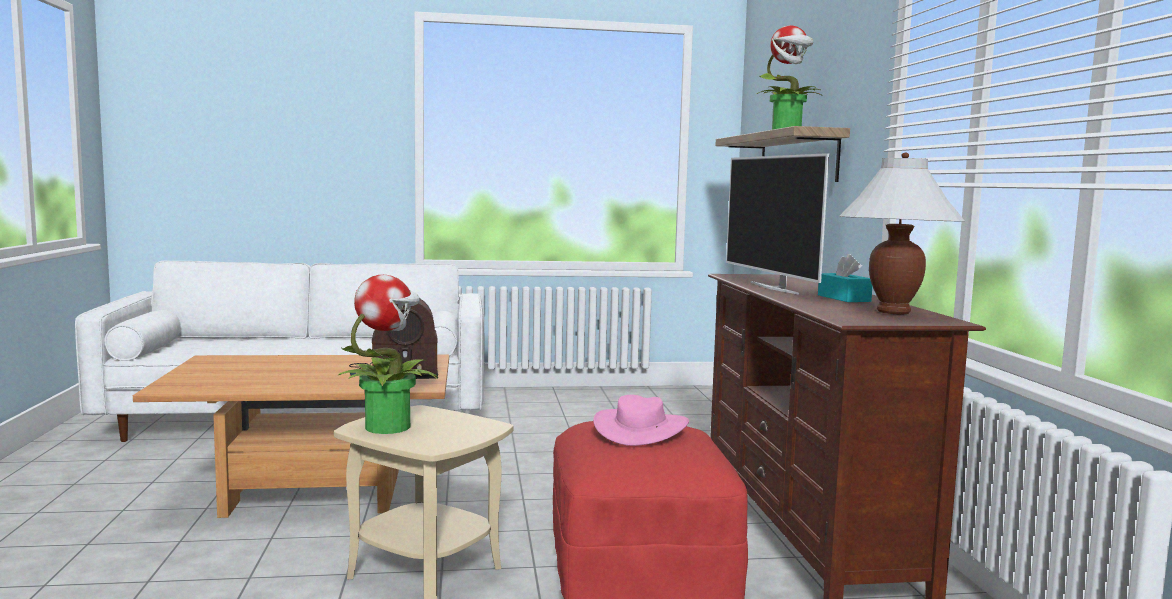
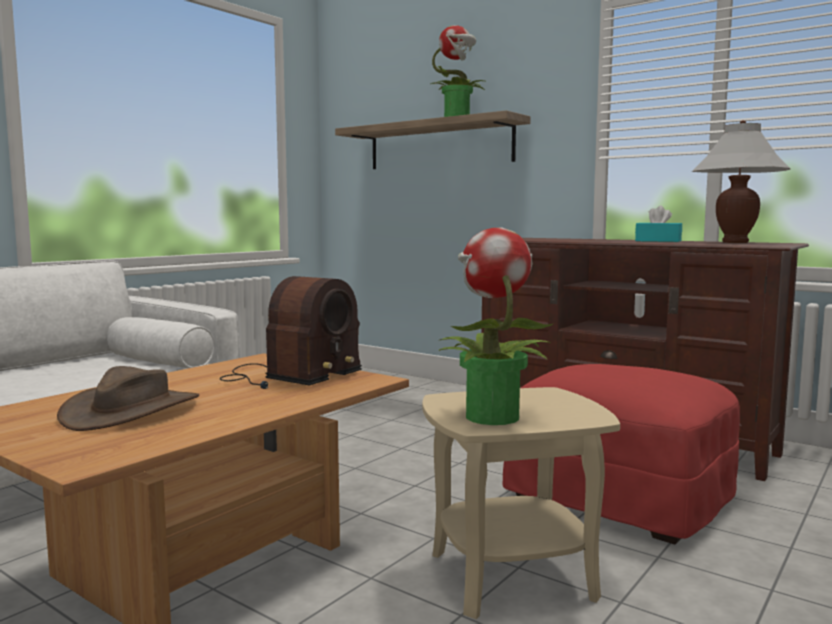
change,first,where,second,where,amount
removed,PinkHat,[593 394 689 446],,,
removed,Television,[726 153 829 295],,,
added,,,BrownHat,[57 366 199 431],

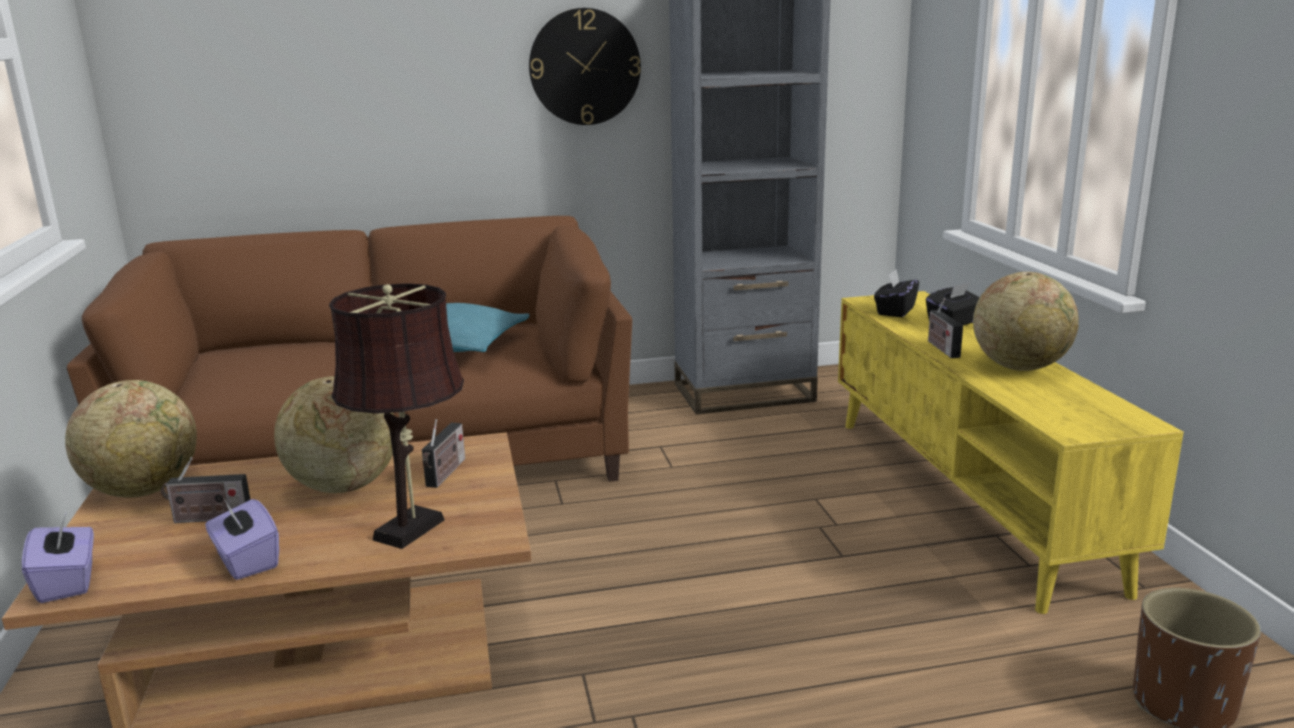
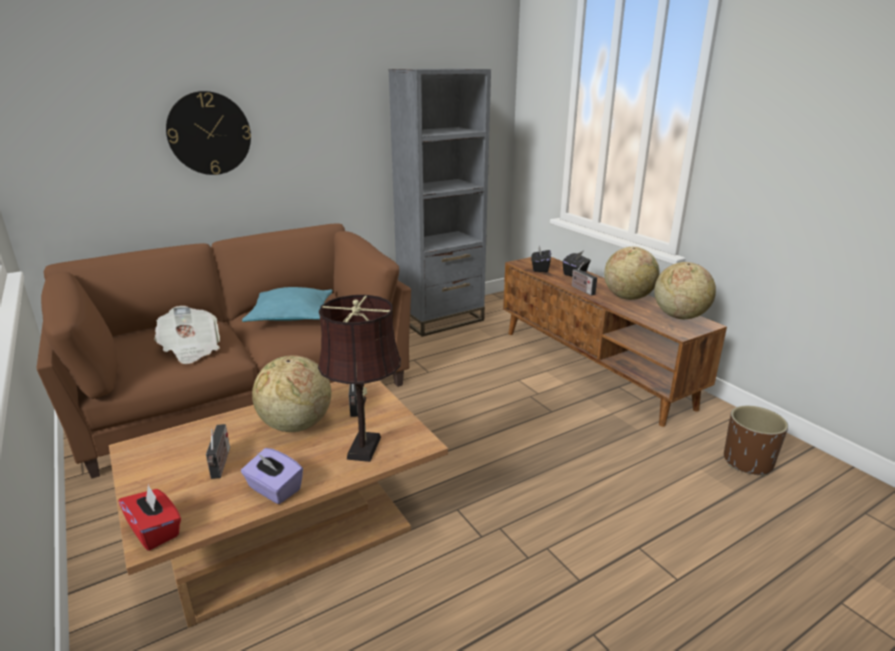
change,first,where,second,where,amount
added,,,Newspaper,[154 306 220 364],
moved,Globe,[65 380 197 498],,[654 262 716 319],
moved,WallClock,[529 8 641 125],,[166 91 251 175],
recoloured,PurpleTissueBox,[22 514 94 603],RedTissueBox,[119 484 181 551],
recoloured,YellowTvStand,[838 291 1184 614],BrownTvStand,[503 257 727 427],
turned,Radio,[161 457 250 523],,[206 424 230 479],75 degrees counterclockwise

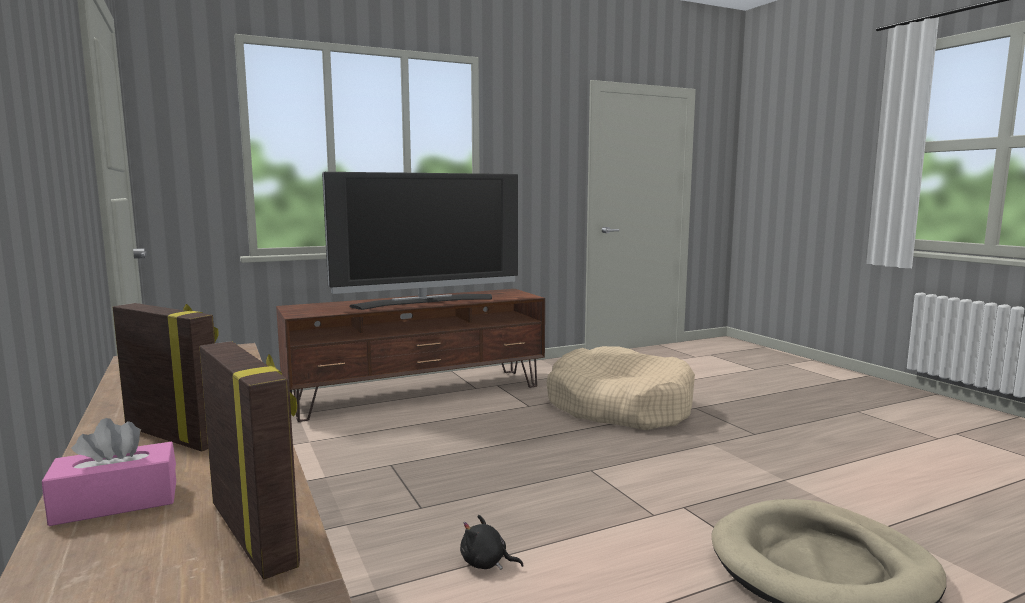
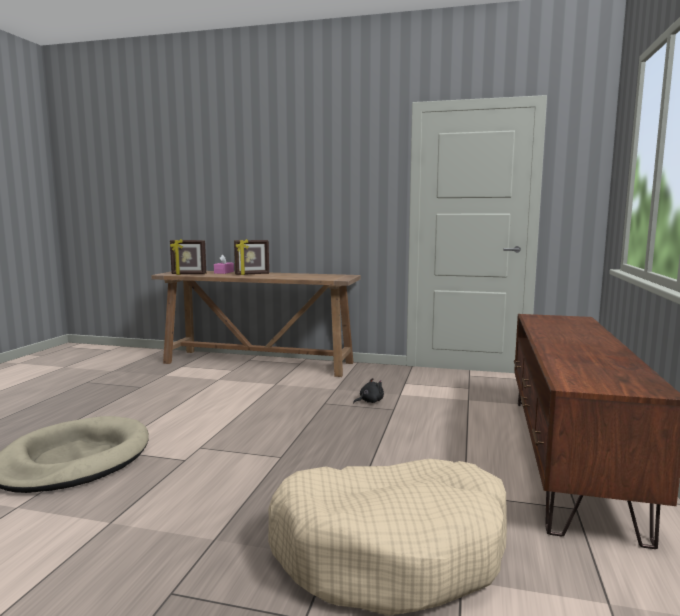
change,first,where,second,where,amount
removed,Television,[322 172 518 310],,,
moved,BlackPlushToy,[460 515 524 570],,[353 378 384 403],

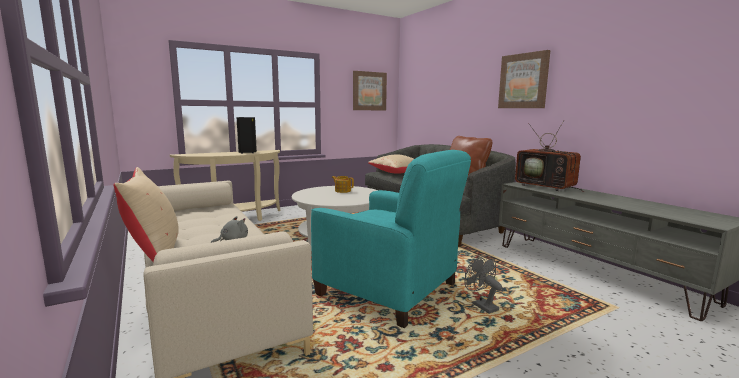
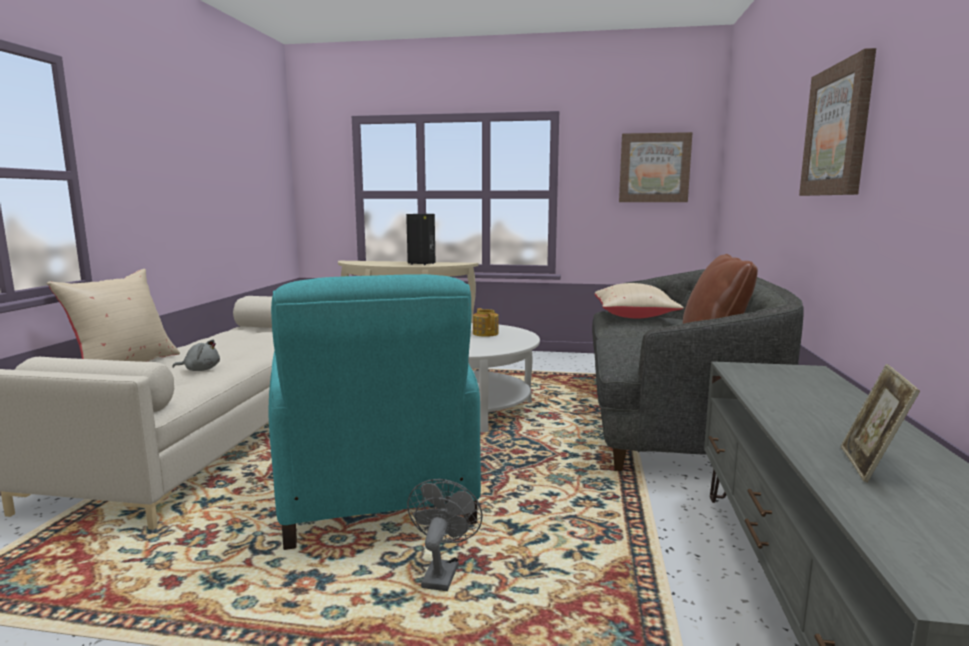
change,first,where,second,where,amount
removed,Television,[515 121 584 192],,,
added,,,PictureFrame,[841 364 920 482],

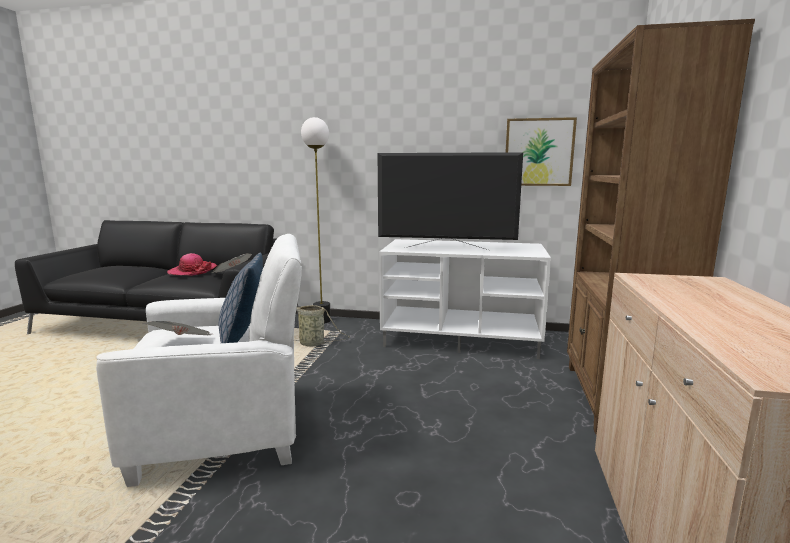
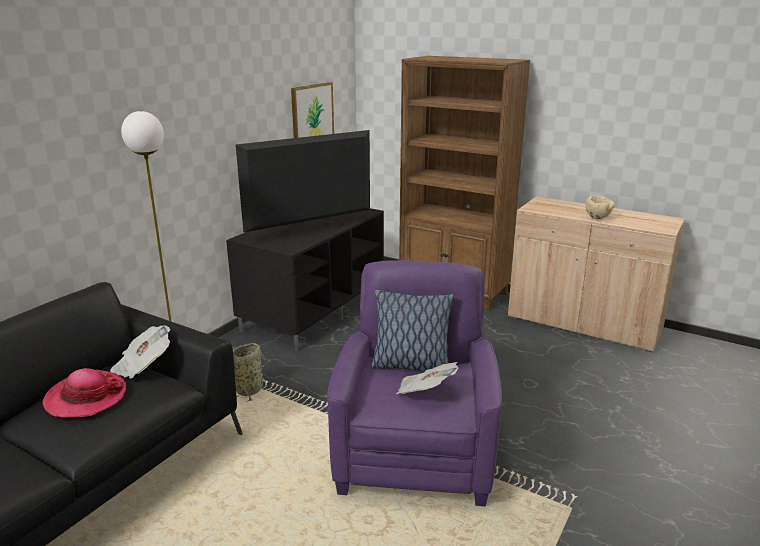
change,first,where,second,where,amount
added,,,BeigeBowl,[586 195 615 219],
recoloured,WhiteArmchair,[96 234 302 487],PurpleArmchair,[327 260 502 506],
recoloured,WhiteTvStand,[379 239 551 359],BlackTvStand,[226 208 384 351],
turned,Television,[378 152 523 250],,[236 130 370 238],150 degrees counterclockwise

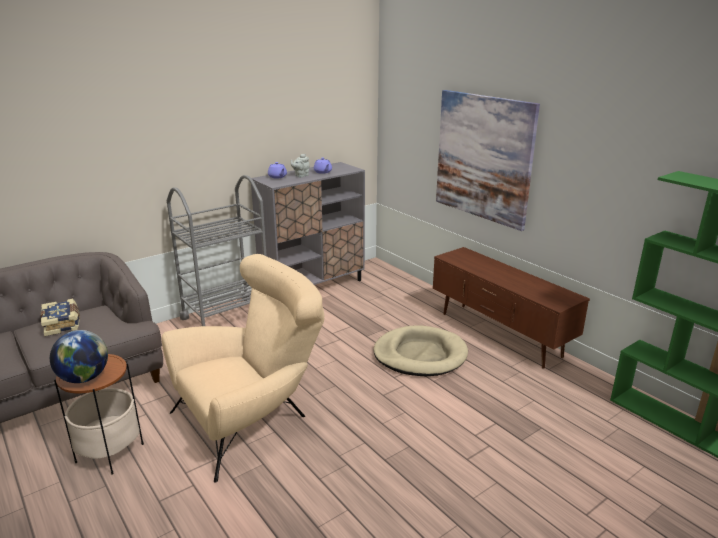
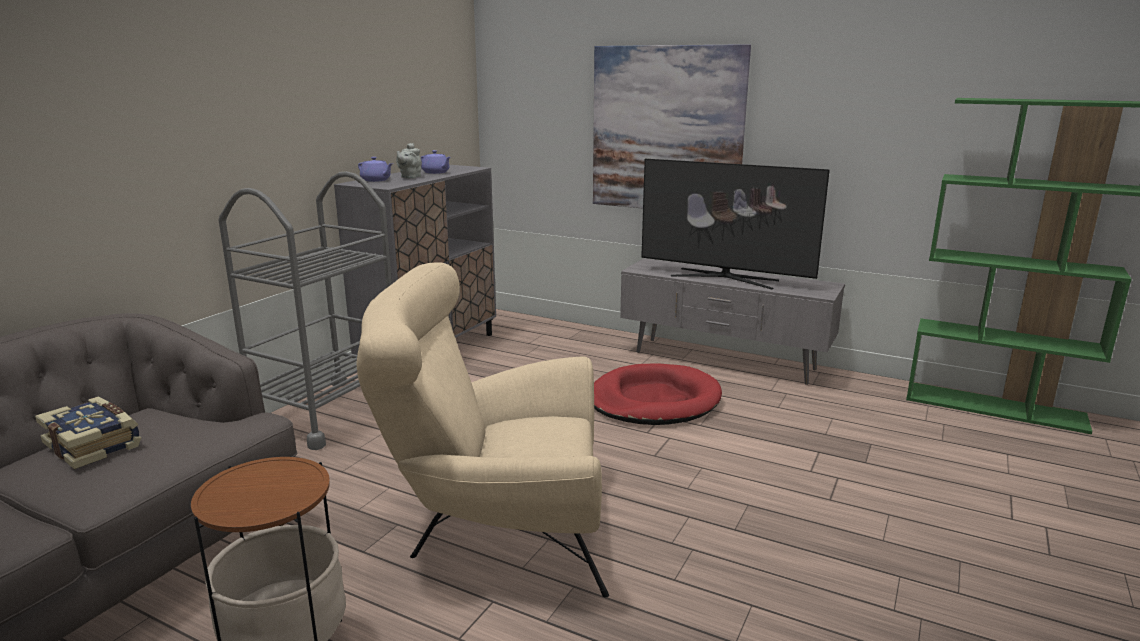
change,first,where,second,where,amount
removed,Globe,[50 330 108 383],,,
added,,,Television,[641 159 830 290],
recoloured,BeigeDogBed,[373 325 468 376],RedDogBed,[594 363 722 425],
recoloured,BrownTvStand,[433 247 590 369],GreyTvStand,[620 258 845 385],
turned,BeigeArmchair,[162 254 324 482],,[357 262 609 598],120 degrees counterclockwise

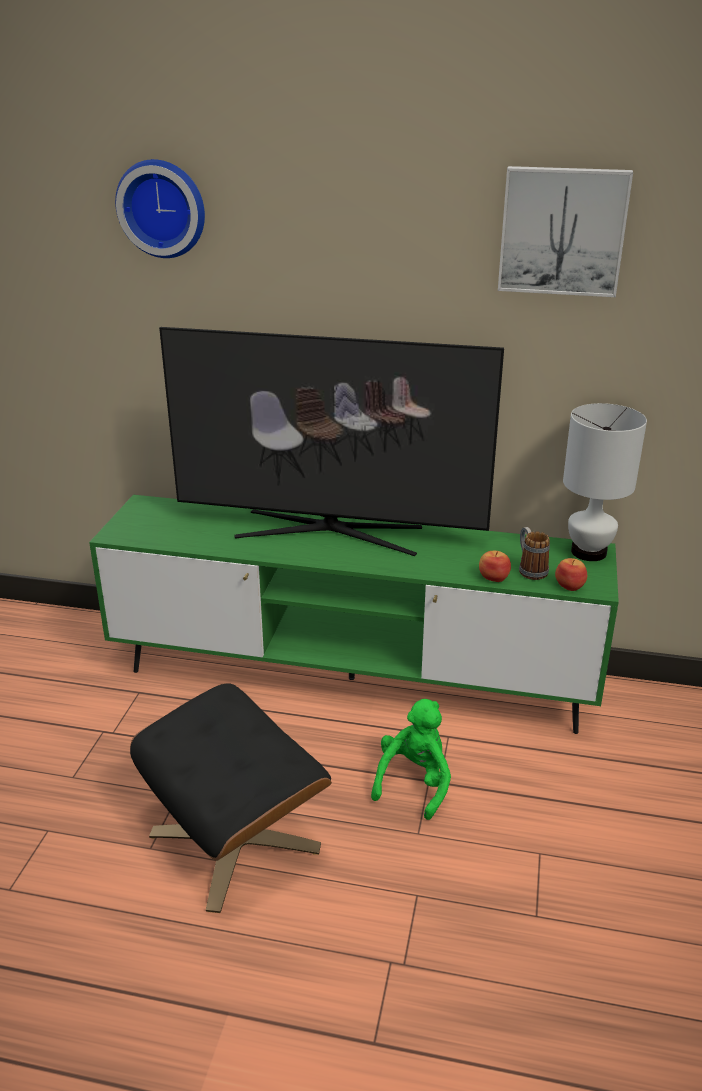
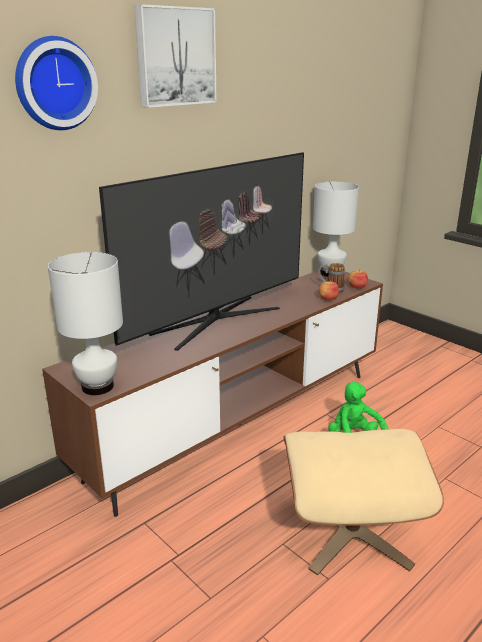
change,first,where,second,where,amount
added,,,WhiteTableLamp,[48 252 123 395],
moved,Picture,[498 166 633 297],,[134 4 217 108],
recoloured,GreenTvStand,[89 495 619 734],BrownTvStand,[42 270 383 517],
recoloured,BlackOttoman,[130 683 332 913],BeigeOttoman,[284 429 444 575],

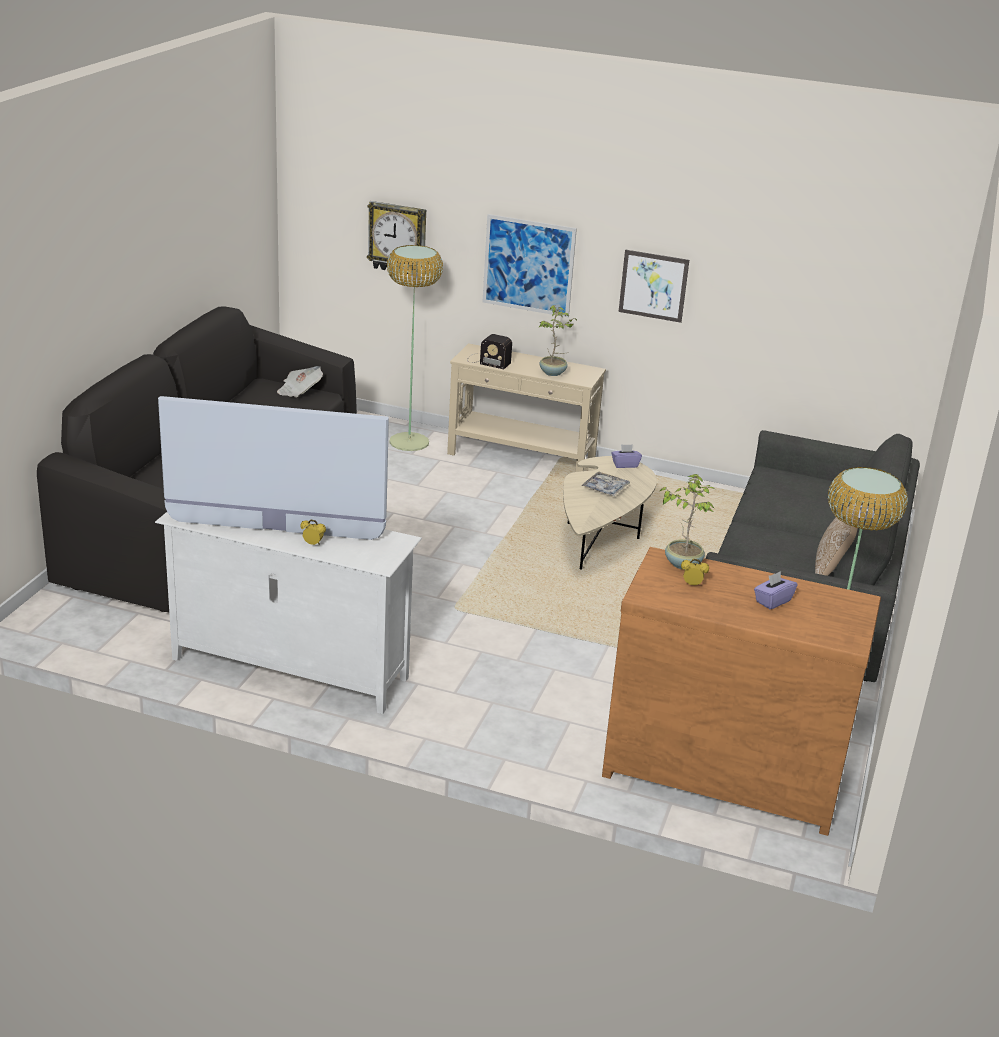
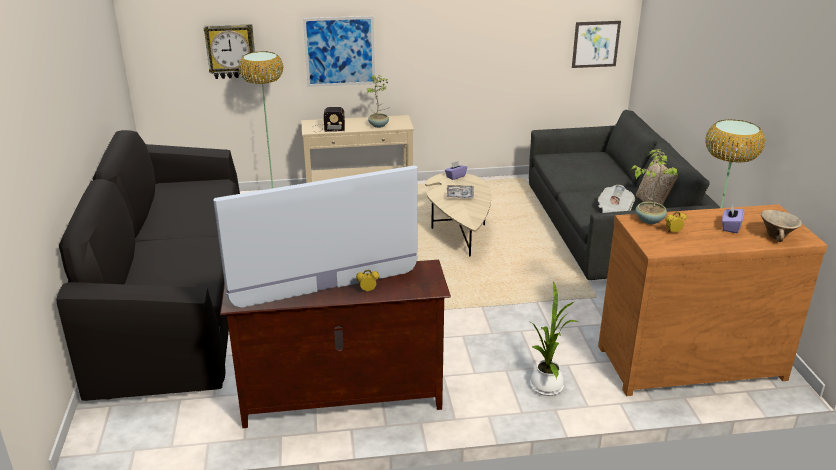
change,first,where,second,where,amount
added,,,PottedPlant,[530 281 578 396],
added,,,BeigeBowl,[761 210 802 242],
moved,Newspaper,[277 366 323 397],,[598 185 635 213],
moved,Picture,[619 250 689 323],,[572 21 621 68],
recoloured,WhiteTvStand,[155 512 422 714],BrownTvStand,[220 260 451 428],

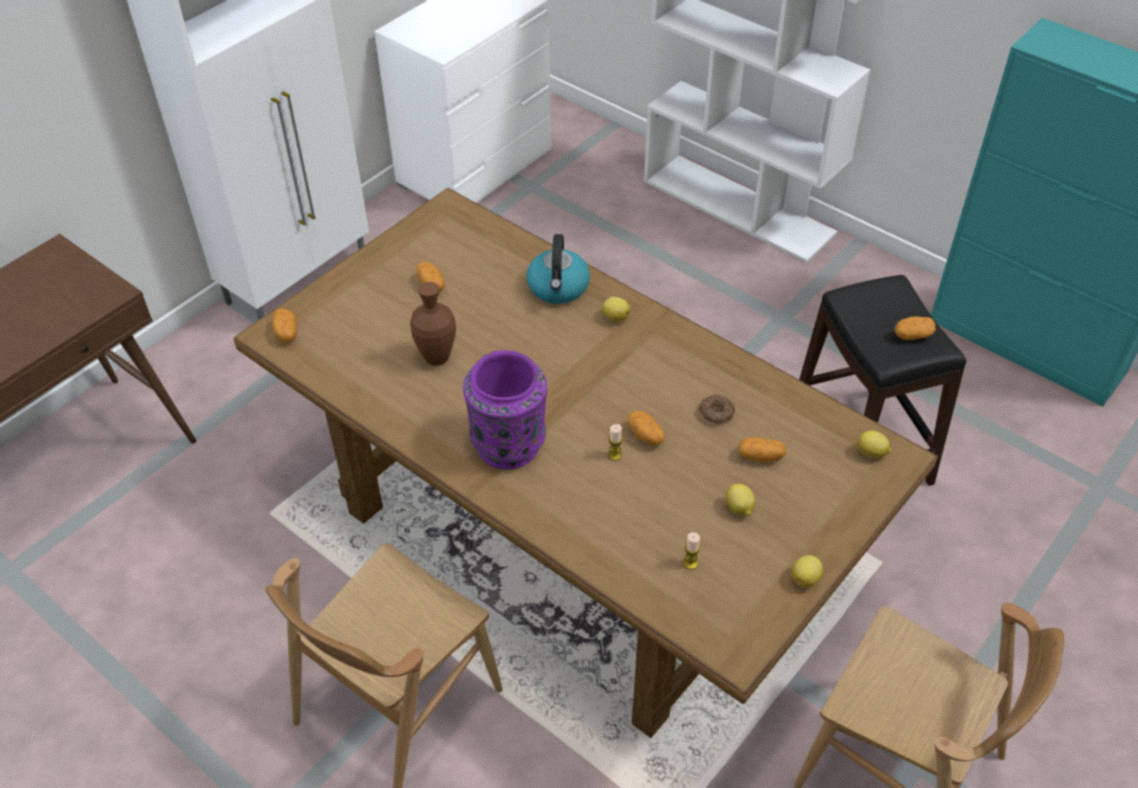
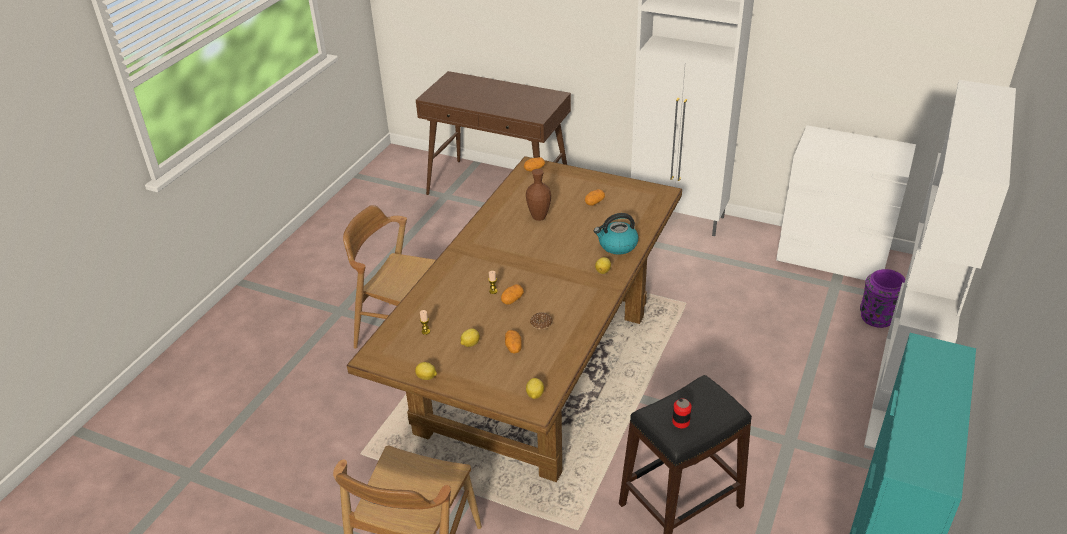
change,first,where,second,where,amount
moved,PurpleVase,[463 350 547 469],,[860 269 905 328],
replaced,Potato,[894 316 936 340],Can,[672 399 692 428],

